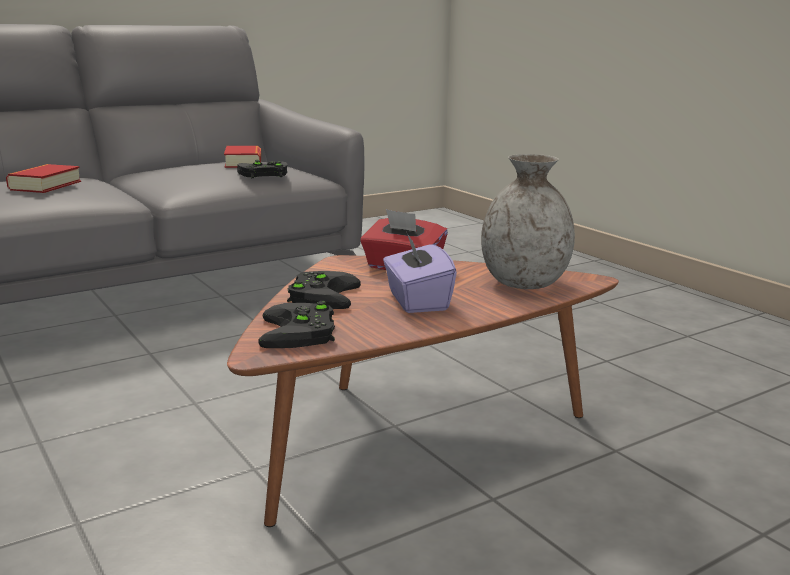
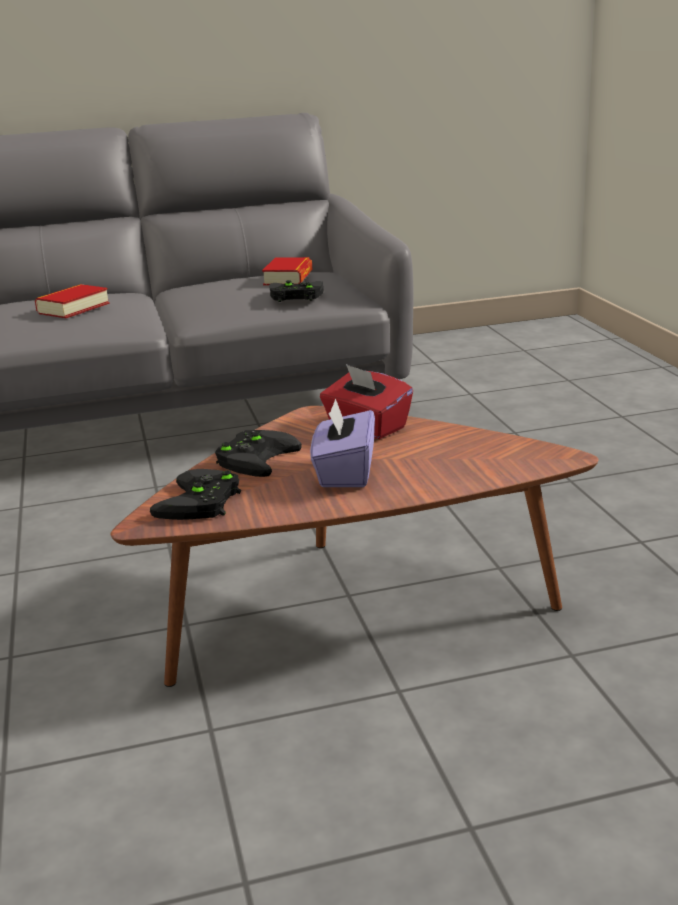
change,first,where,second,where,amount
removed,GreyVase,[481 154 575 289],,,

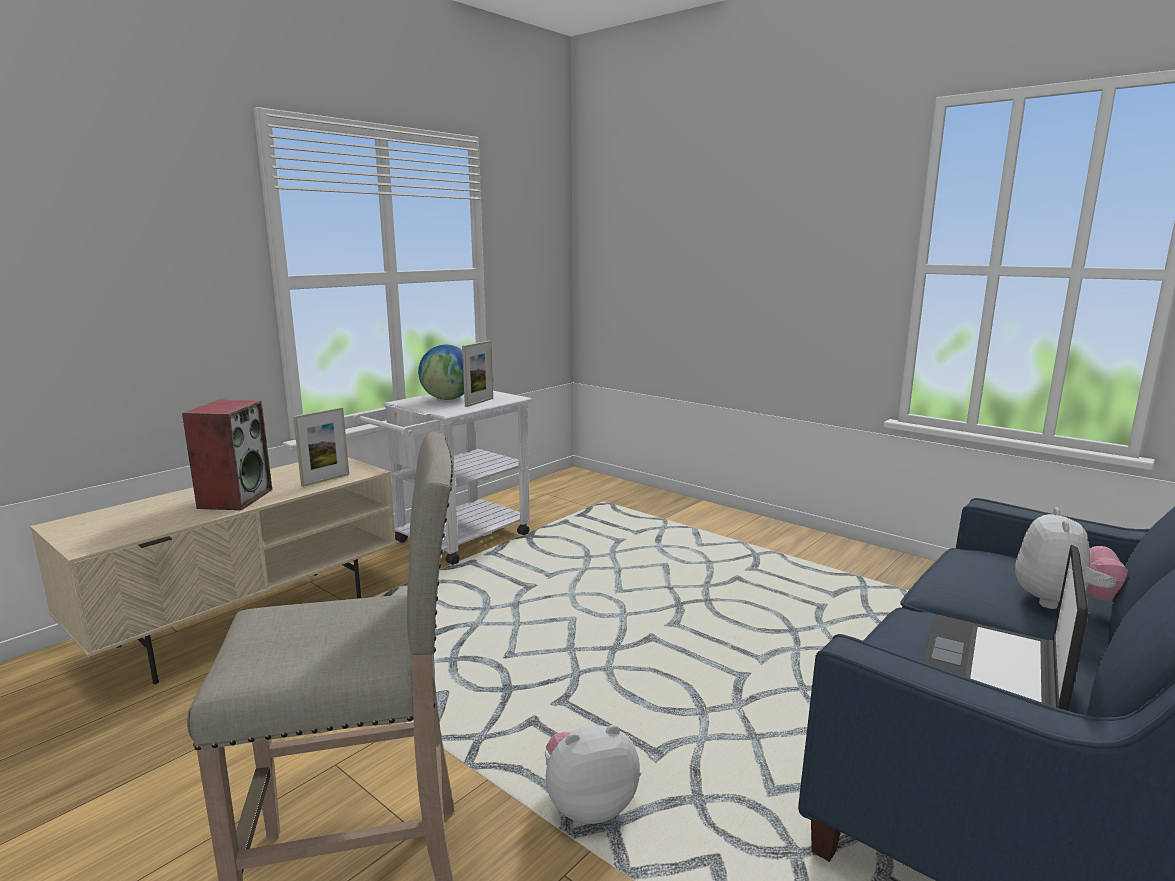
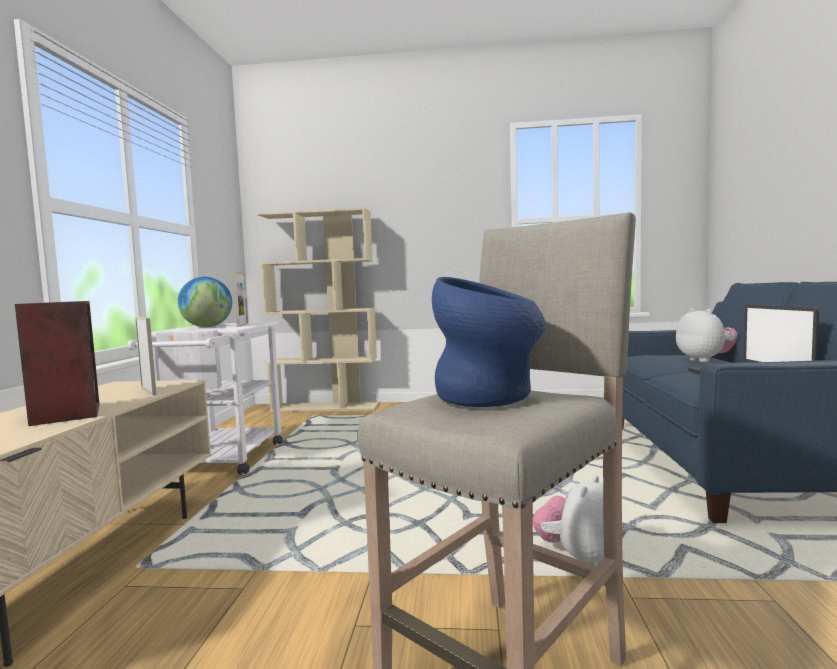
change,first,where,second,where,amount
added,,,BeigeBookcase,[257 207 379 412],
added,,,BlueVase,[432 277 546 407],
turned,PictureFrame,[293 407 349 487],,[135 317 157 396],45 degrees counterclockwise

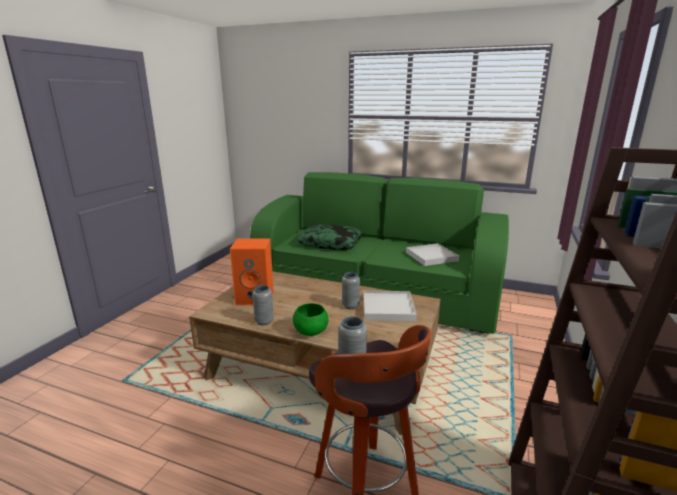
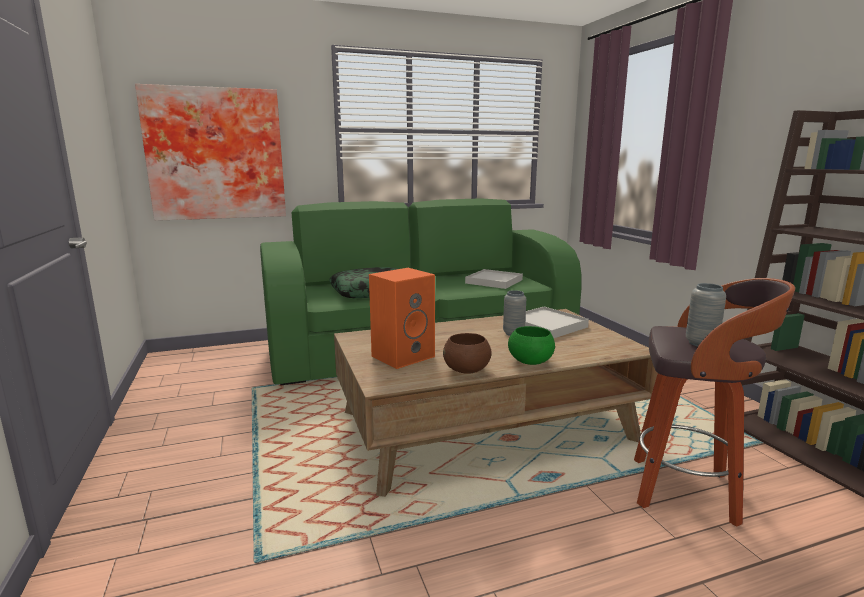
change,first,where,second,where,amount
added,,,Picture,[135 84 286 221],
replaced,GreyVase,[252 285 274 325],BrownBowl,[443 333 491 374],

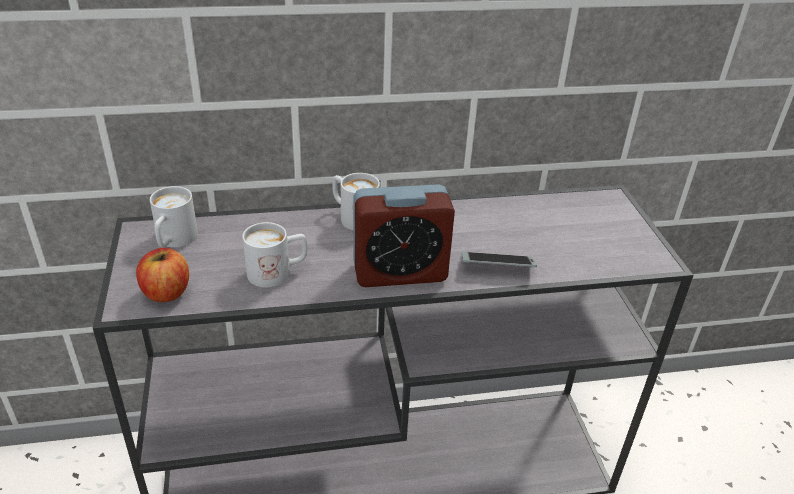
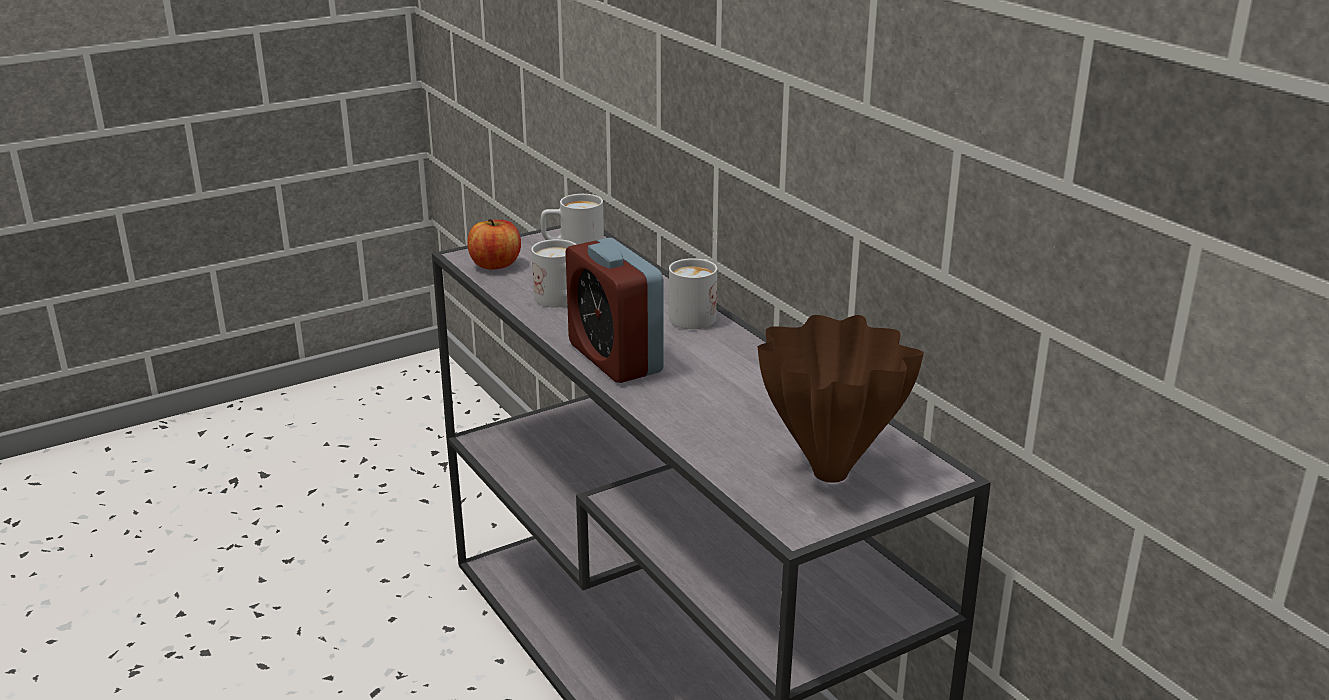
change,first,where,second,where,amount
removed,Phone,[462 252 537 267],,,
added,,,BrownVase,[758 315 924 482],

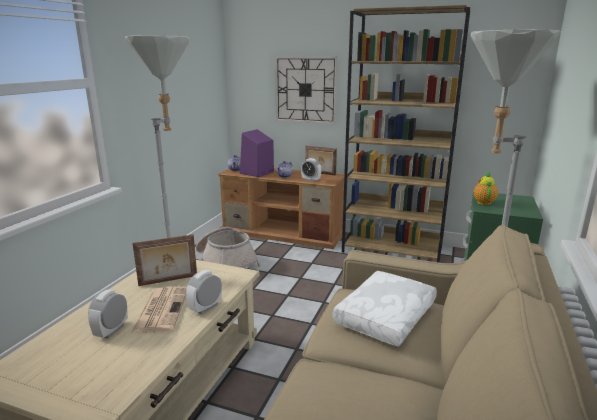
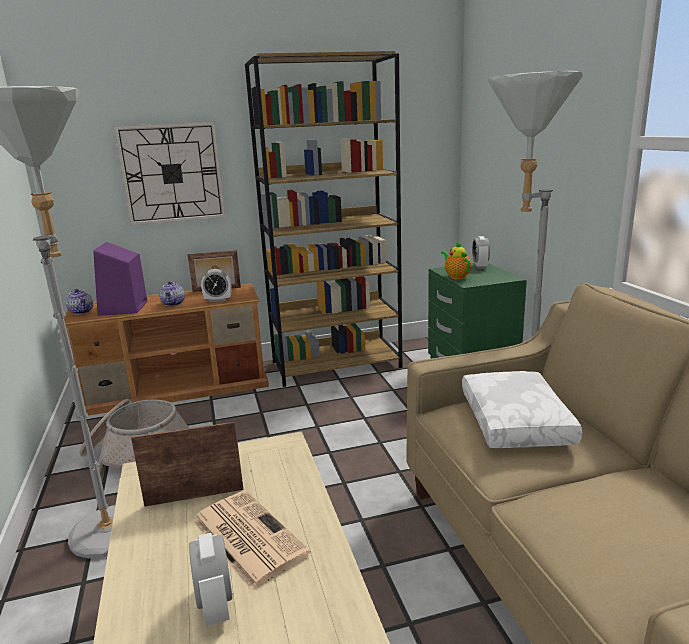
change,first,where,second,where,amount
moved,AlarmClock,[186 270 222 314],,[472 236 490 269],
turned,PictureFrame,[133 234 197 286],,[131 422 243 507],135 degrees counterclockwise

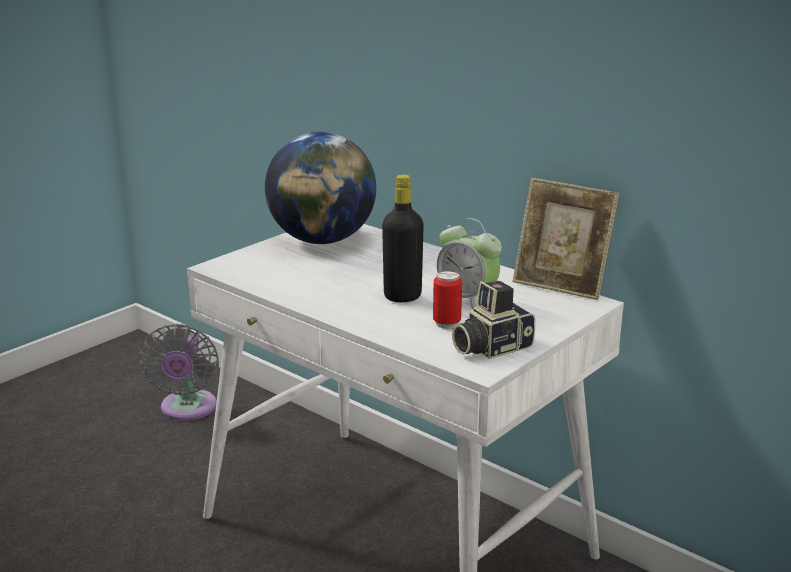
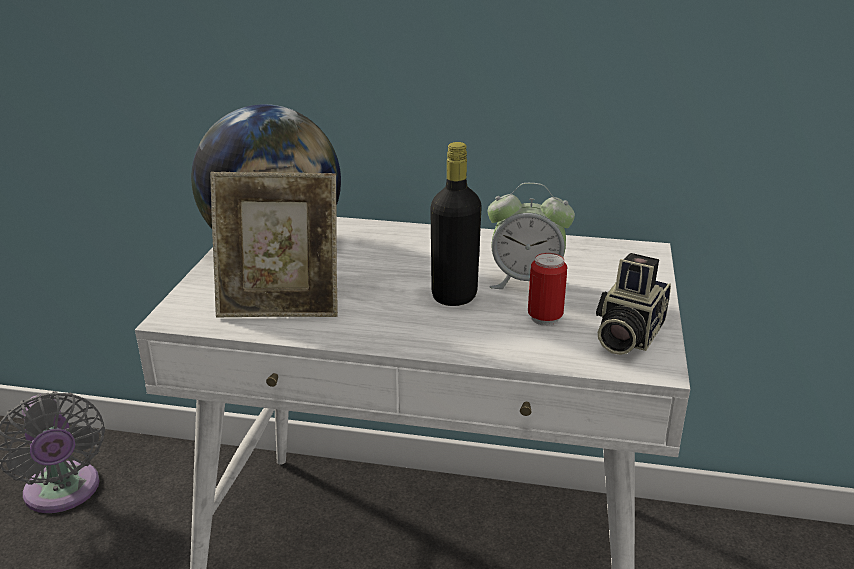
change,first,where,second,where,amount
moved,PictureFrame,[513 178 619 300],,[210 172 338 318],

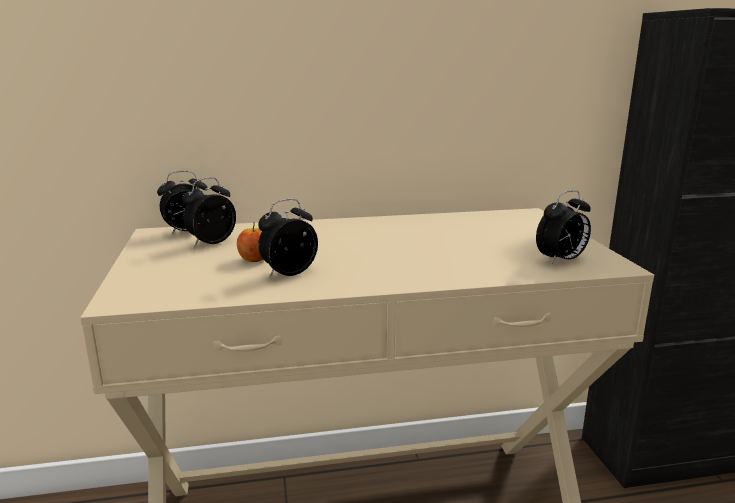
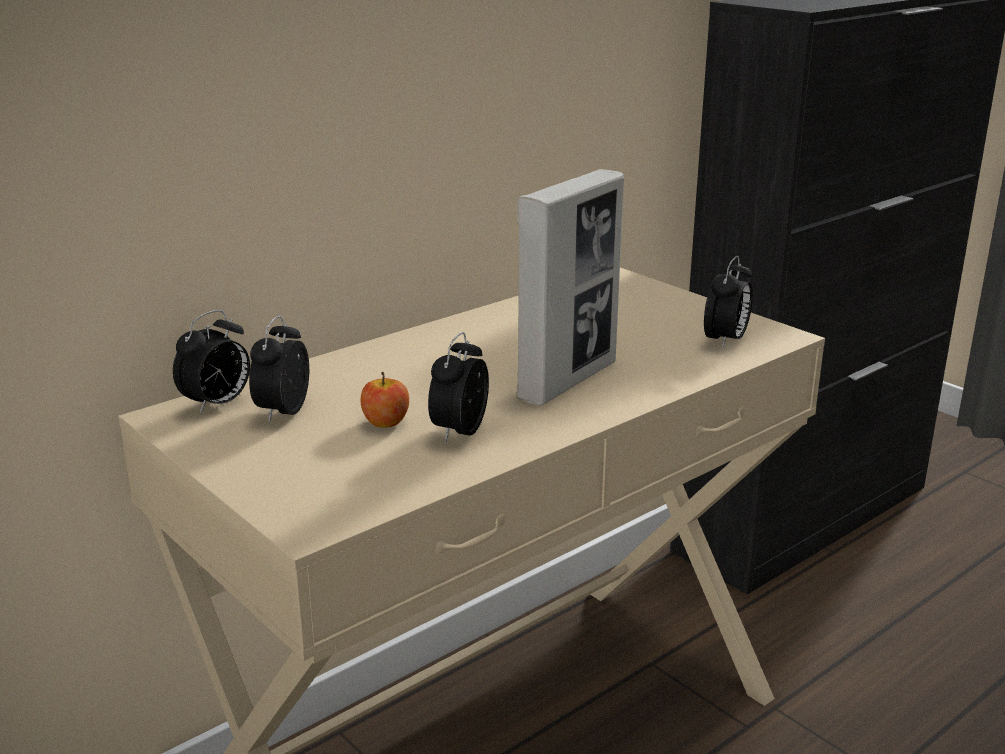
change,first,where,second,where,amount
added,,,PictureFrame,[517 169 624 406],

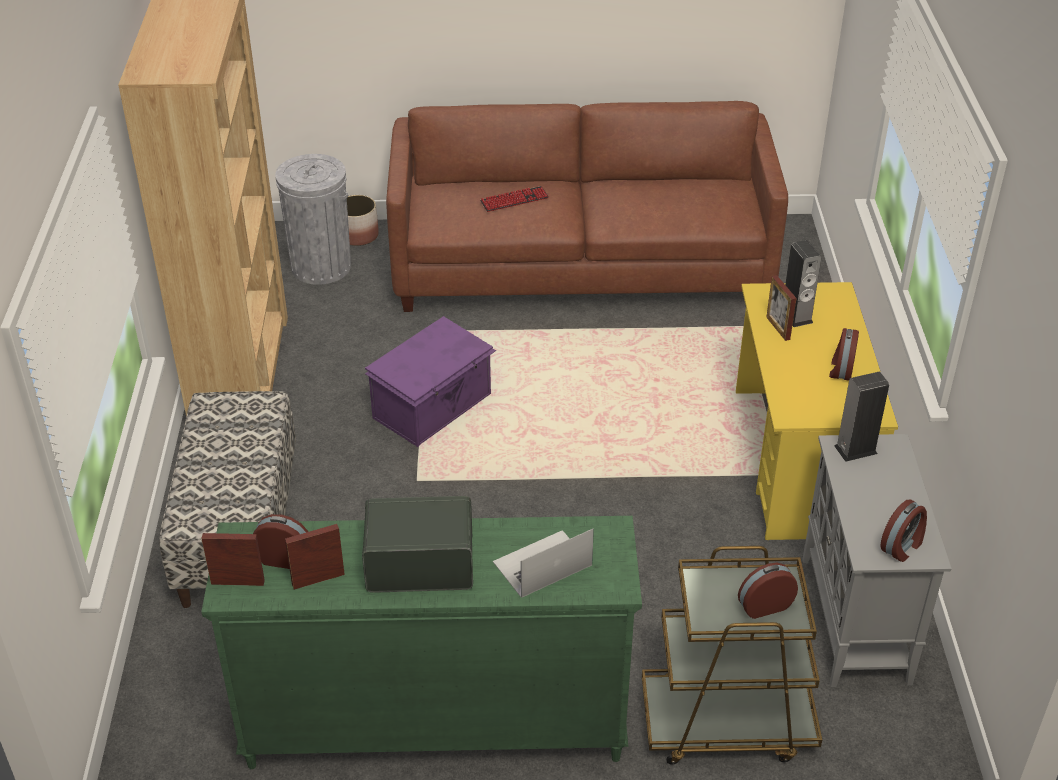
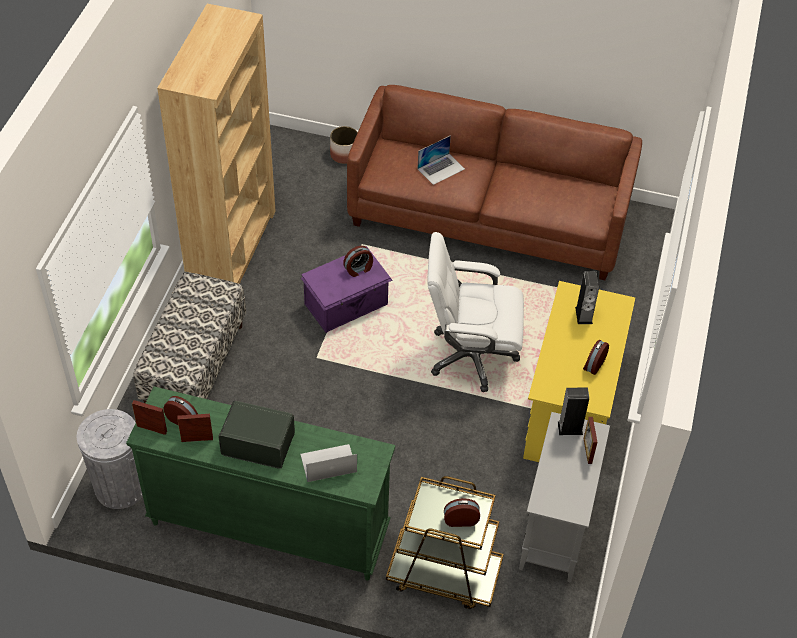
change,first,where,second,where,amount
added,,,WhiteOfficeChair,[427 232 524 392],
moved,GreyTrashCan,[275 154 351 285],,[77 409 143 509],
moved,PictureFrame,[766 275 796 341],,[584 417 597 464],
moved,AlarmClock,[881 500 927 562],,[343 246 373 277],
replaced,Keyboard,[480 186 549 212],Laptop,[418 135 465 185],

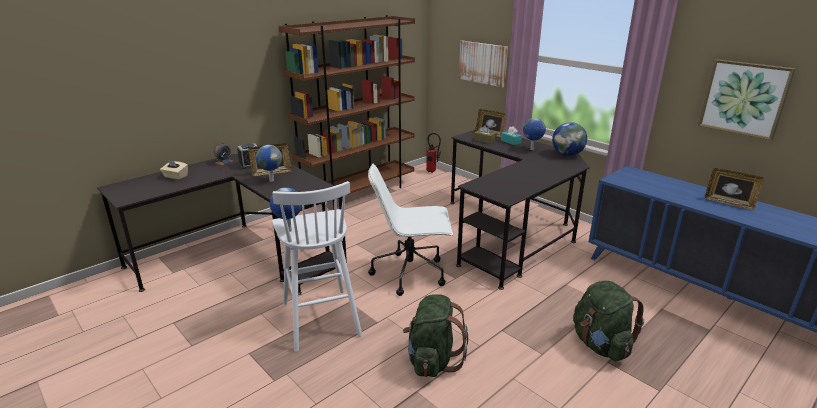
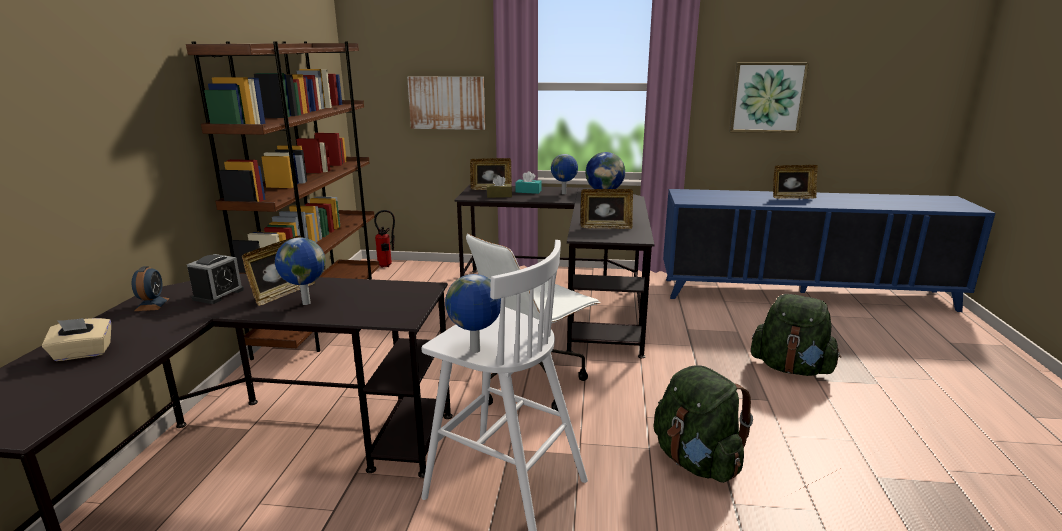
change,first,where,second,where,amount
added,,,PictureFrame,[580 189 633 229],

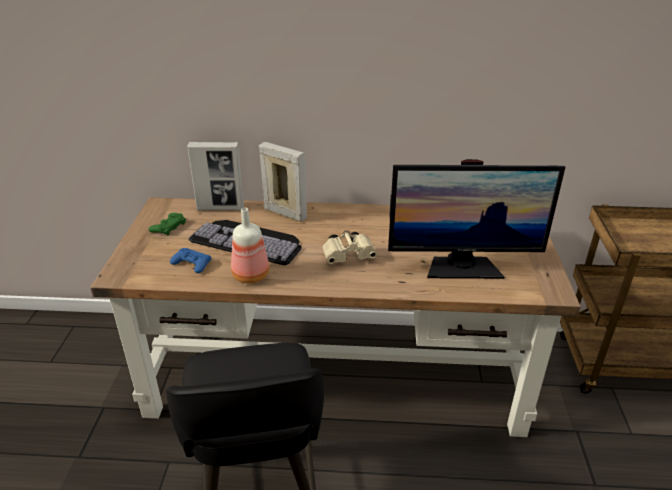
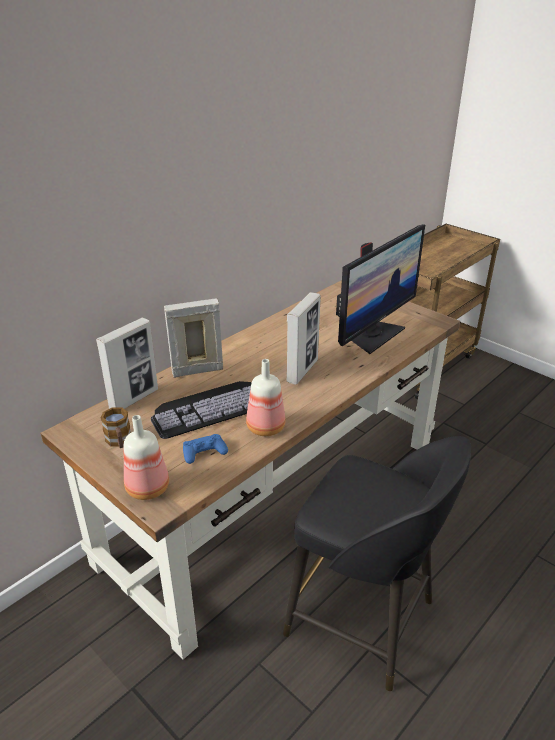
change,first,where,second,where,amount
added,,,Bottle,[124 415 169 500],
replaced,GreenGameController,[148 213 186 235],Mug,[101 407 131 448],
replaced,BeigeBinoculars,[322 230 378 264],PictureFrame,[286 292 321 385],

